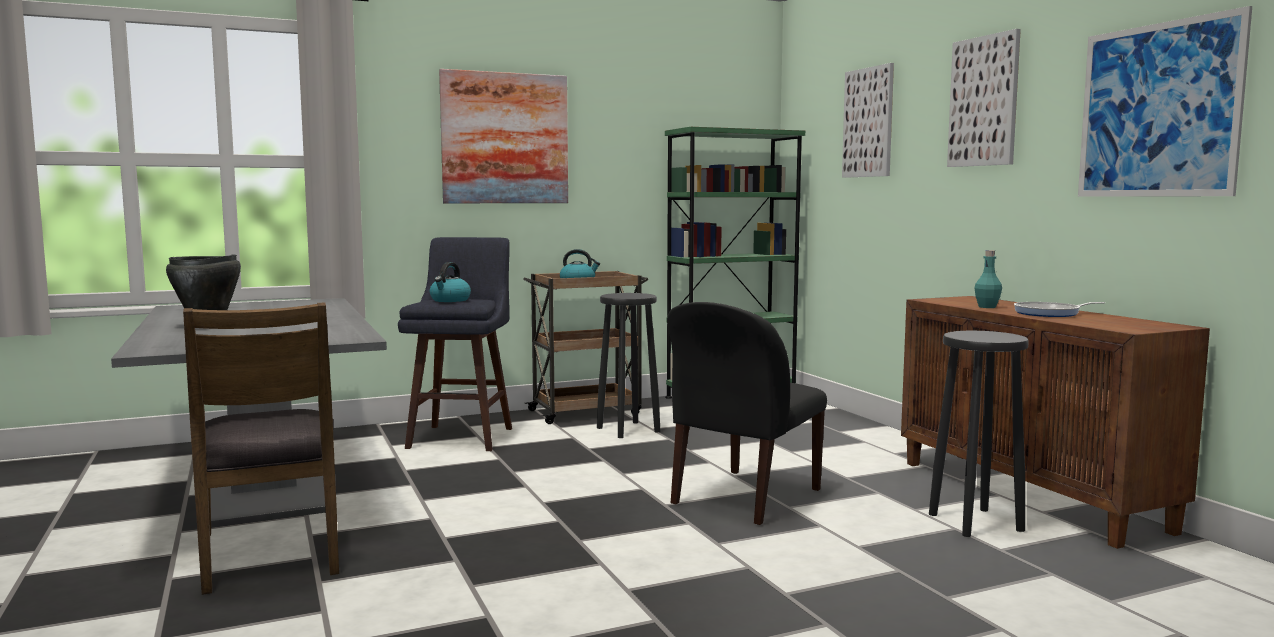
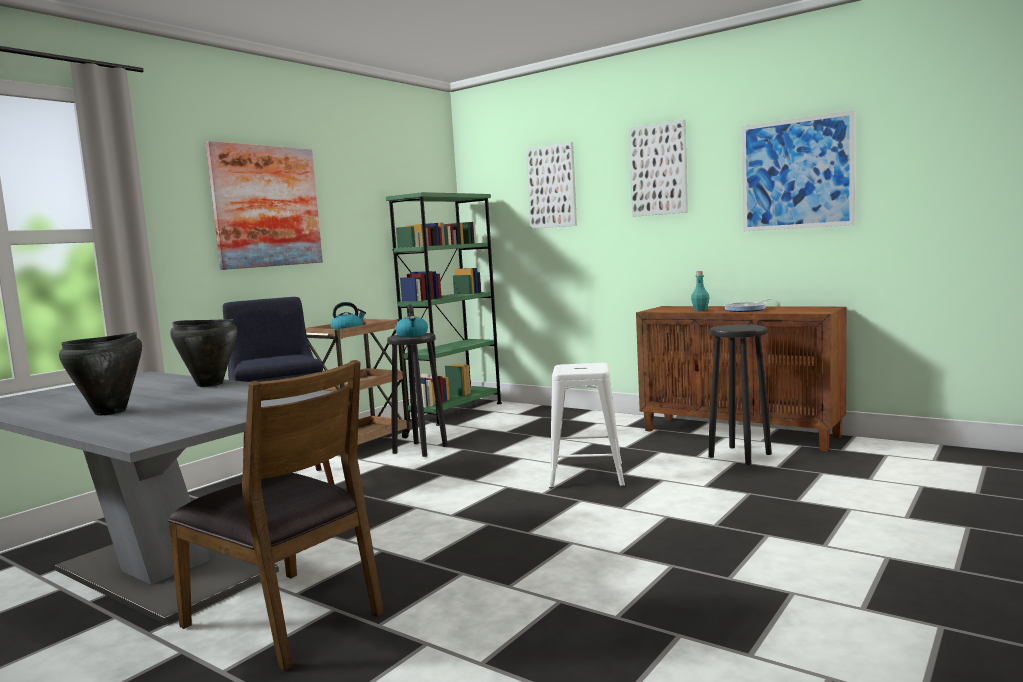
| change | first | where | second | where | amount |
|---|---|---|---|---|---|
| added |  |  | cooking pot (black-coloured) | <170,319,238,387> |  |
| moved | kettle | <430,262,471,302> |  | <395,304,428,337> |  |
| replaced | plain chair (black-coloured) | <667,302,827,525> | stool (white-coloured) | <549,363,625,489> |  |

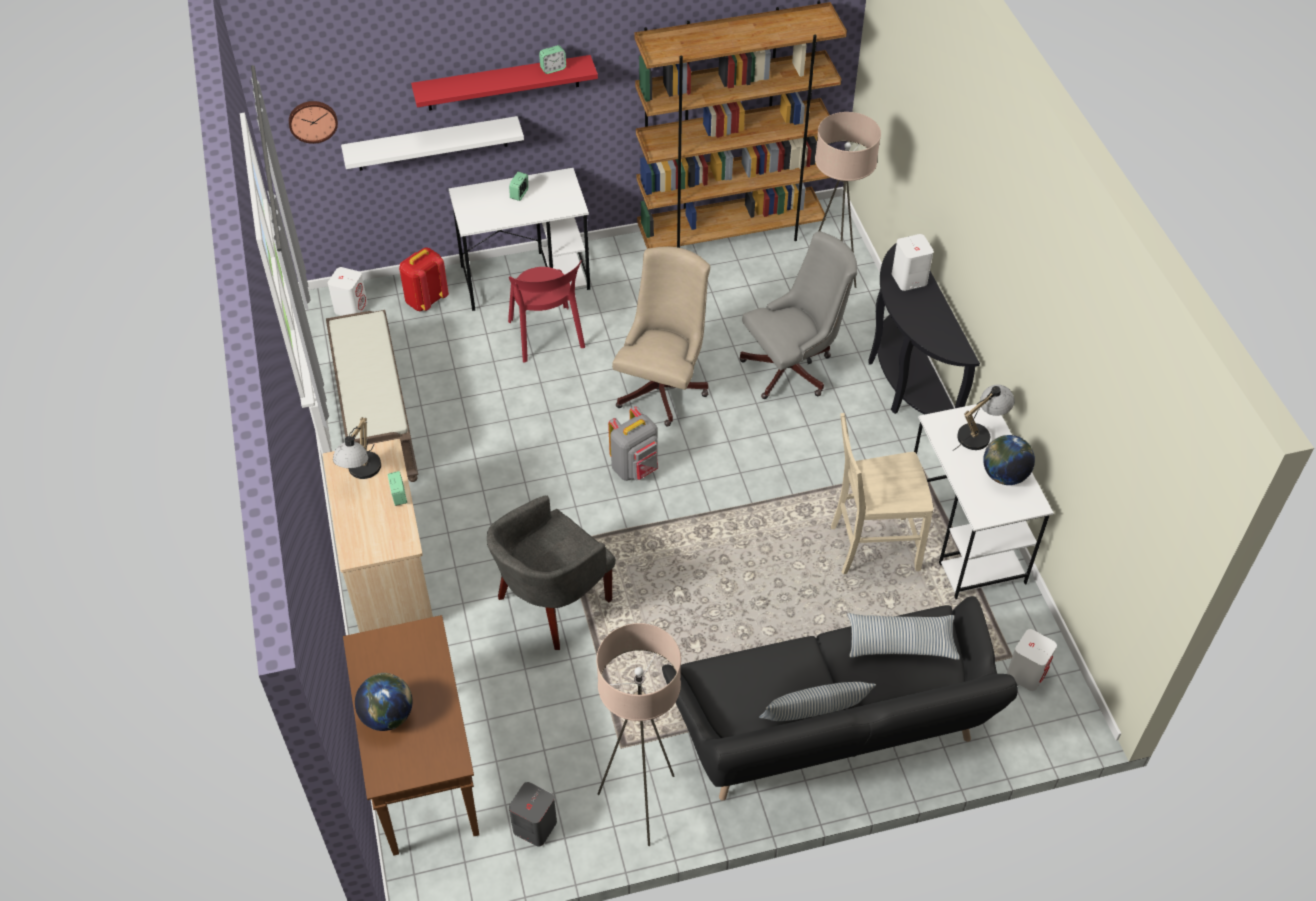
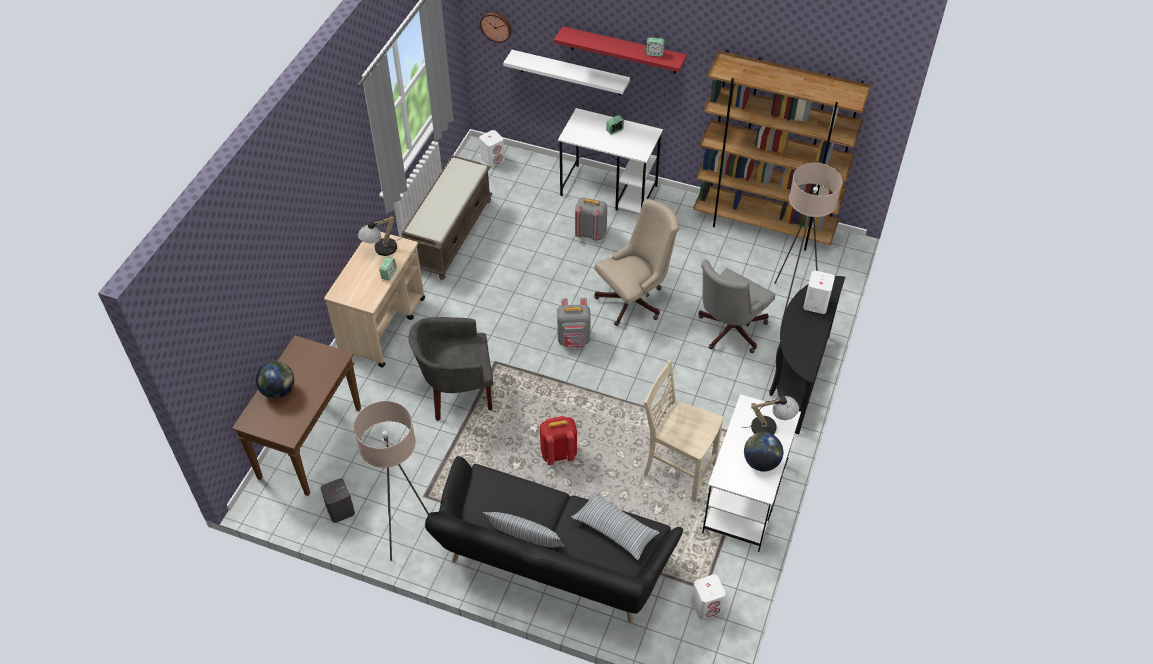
| change | first | where | second | where | amount |
|---|---|---|---|---|---|
| moved | knapsack (red) | <399,247,449,311> |  | <540,416,577,465> |  |
| replaced | plain chair (red) | <508,260,585,362> | knapsack (greyish) | <575,198,607,241> |  |
| turned | computer chair (greyish) | <740,231,857,399> |  | <698,260,775,353> | 120 degrees clockwise |

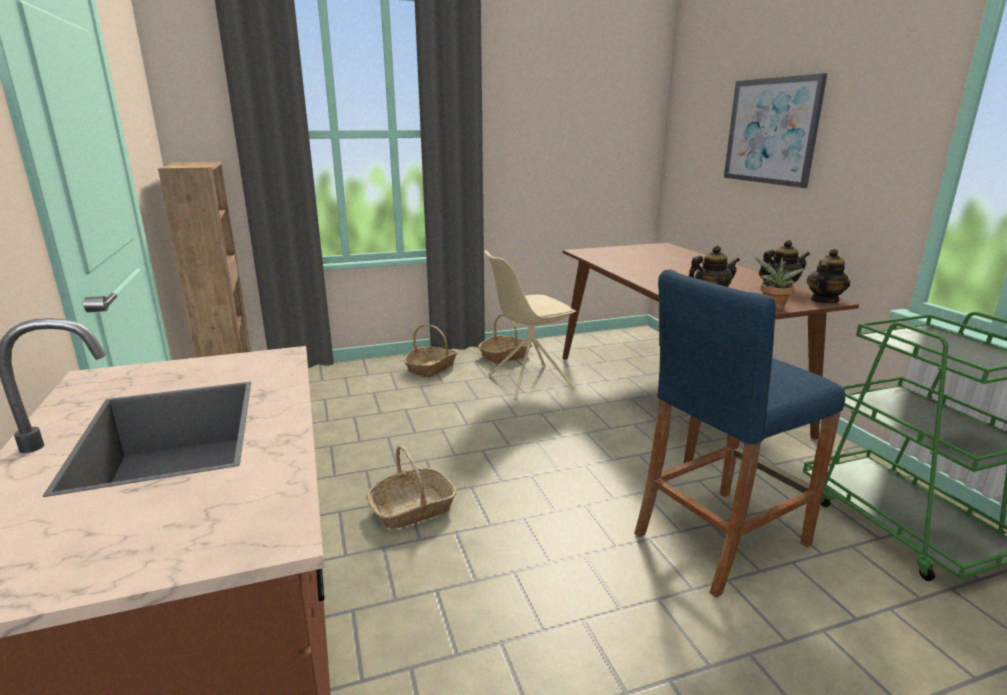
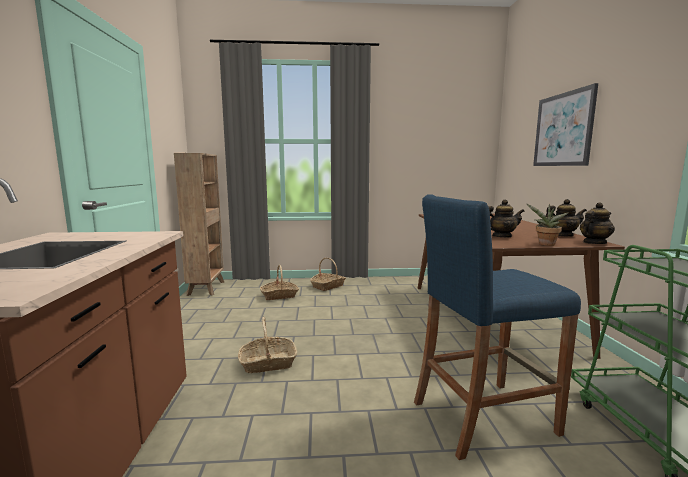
| change | first | where | second | where | amount |
|---|---|---|---|---|---|
| moved | storage basket | <478,314,532,364> |  | <260,265,299,300> |  |
| removed | plain chair (beige) | <484,250,576,400> |  |  |  |

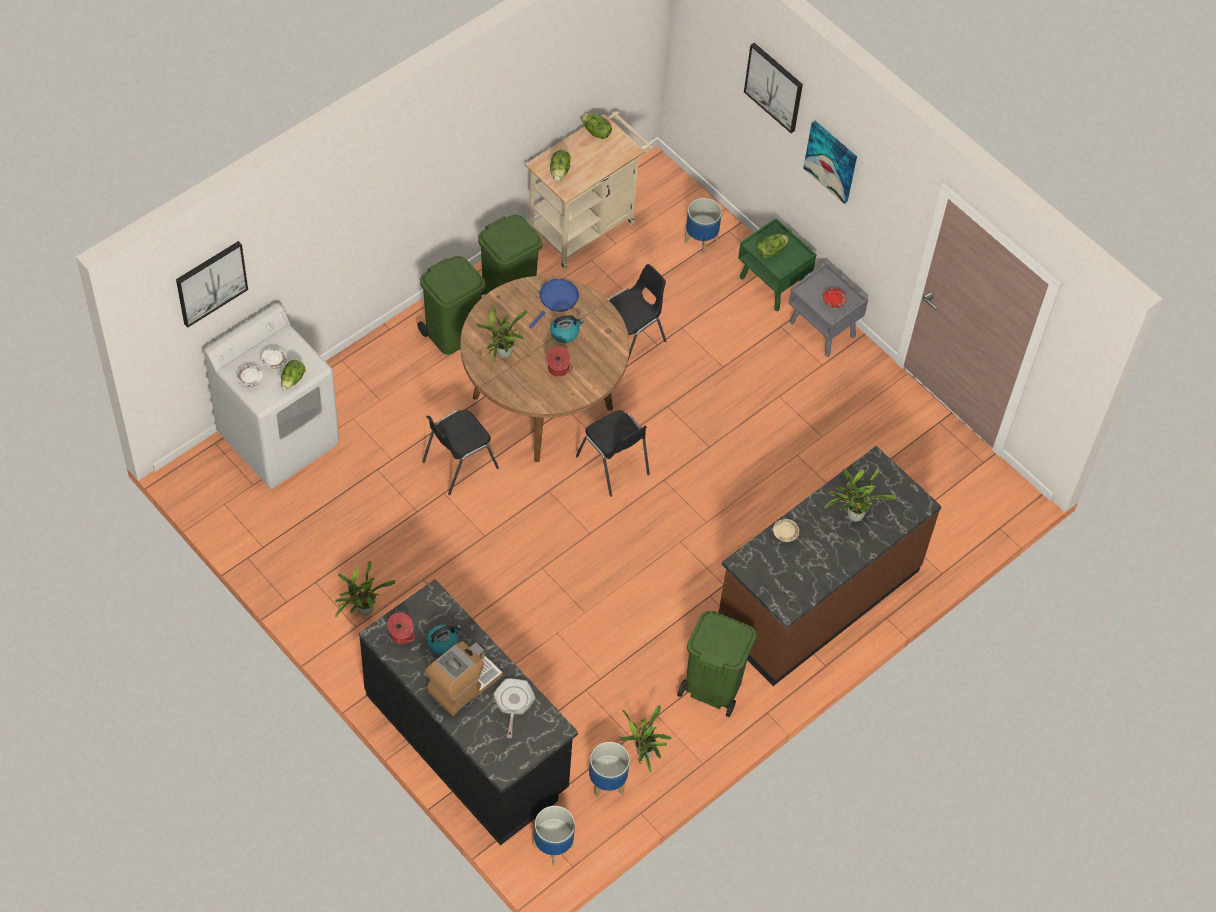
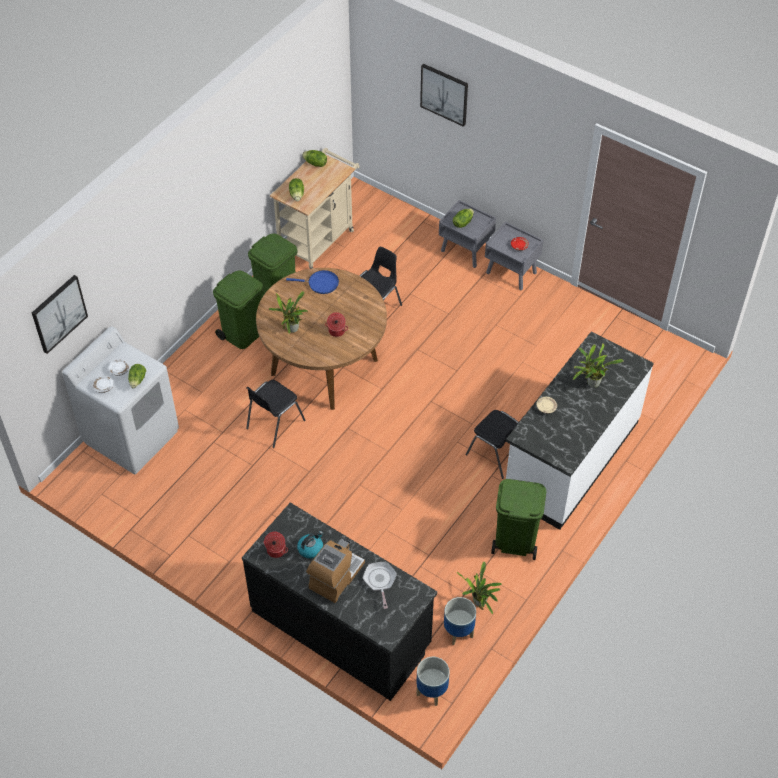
| change | first | where | second | where | amount |
|---|---|---|---|---|---|
| turned | frying pan (blue-coloured) | <529,279,579,328> |  | <286,270,339,294> | 75 degrees clockwise |
| recoloured | night table (green-coloured) | <738,218,817,311> | night table (greyish) | <439,200,496,268> |  |
| moved | plain chair (black-coloured) | <576,410,650,497> |  | <465,410,525,479> |  |
| recoloured | kitchen base unit (brown-coloured) | <718,446,941,686> | kitchen base unit (white-coloured) | <506,332,654,530> |  |
| removed | potted plant | <335,561,396,617> |  |  |  |
| removed | kettle | <550,315,584,343> |  |  |  |
| removed | planter | <685,198,722,254> |  |  |  |
| removed | wall picture | <803,121,857,204> |  |  |  |

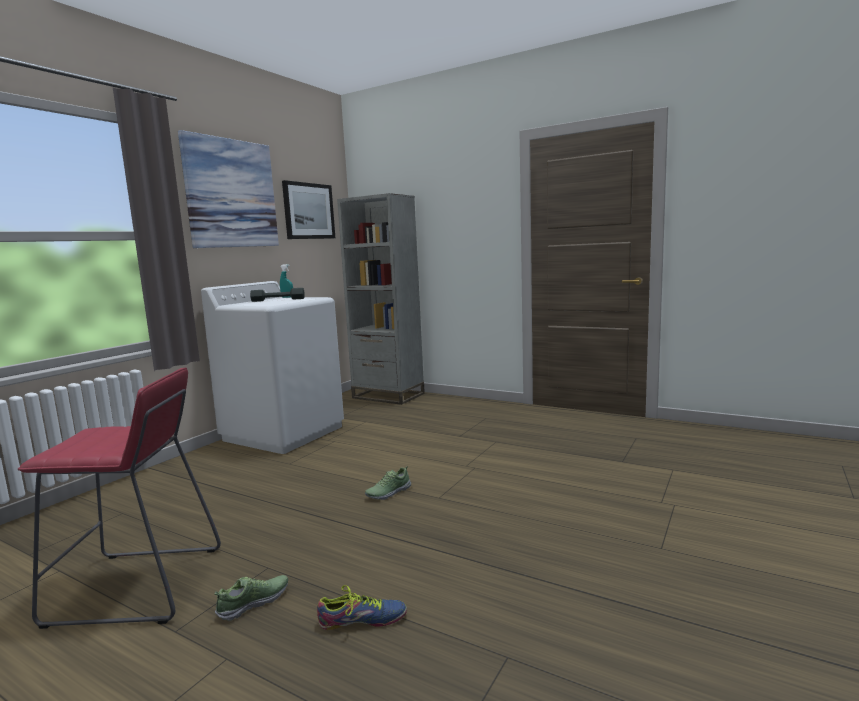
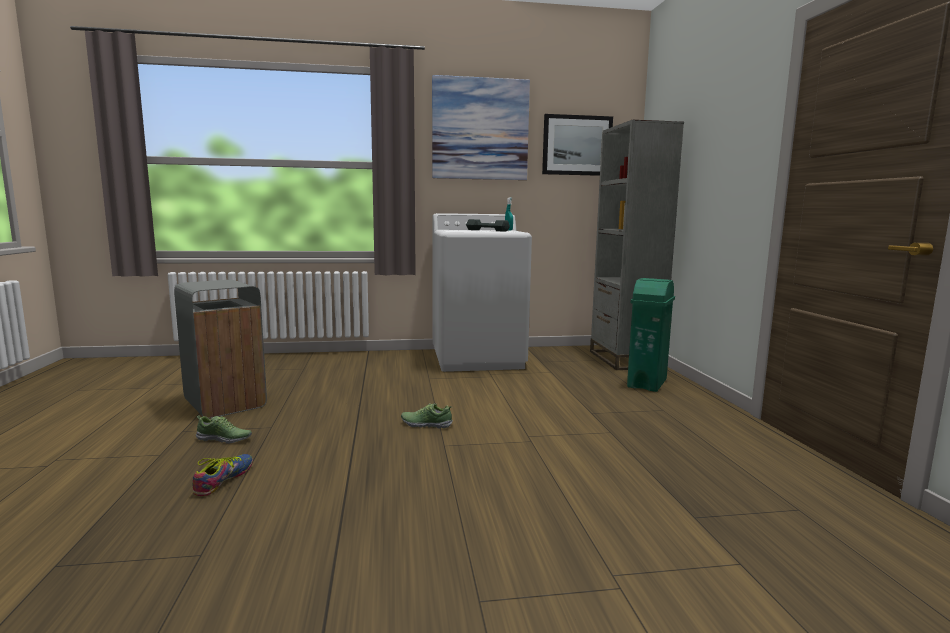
| change | first | where | second | where | amount |
|---|---|---|---|---|---|
| replaced | stool (red) | <18,367,221,629> | waste bin (greyish) | <174,280,267,419> |  |
| turned | shoe | <317,585,407,630> |  | <193,454,253,496> | 120 degrees counterclockwise |
| added |  |  | waste bin (green-coloured) | <627,278,675,392> |  |

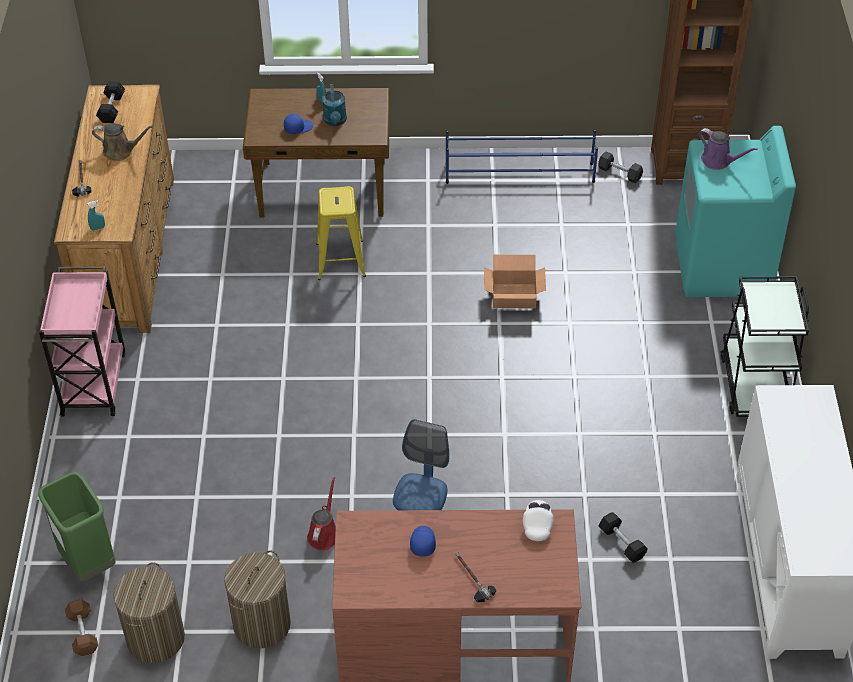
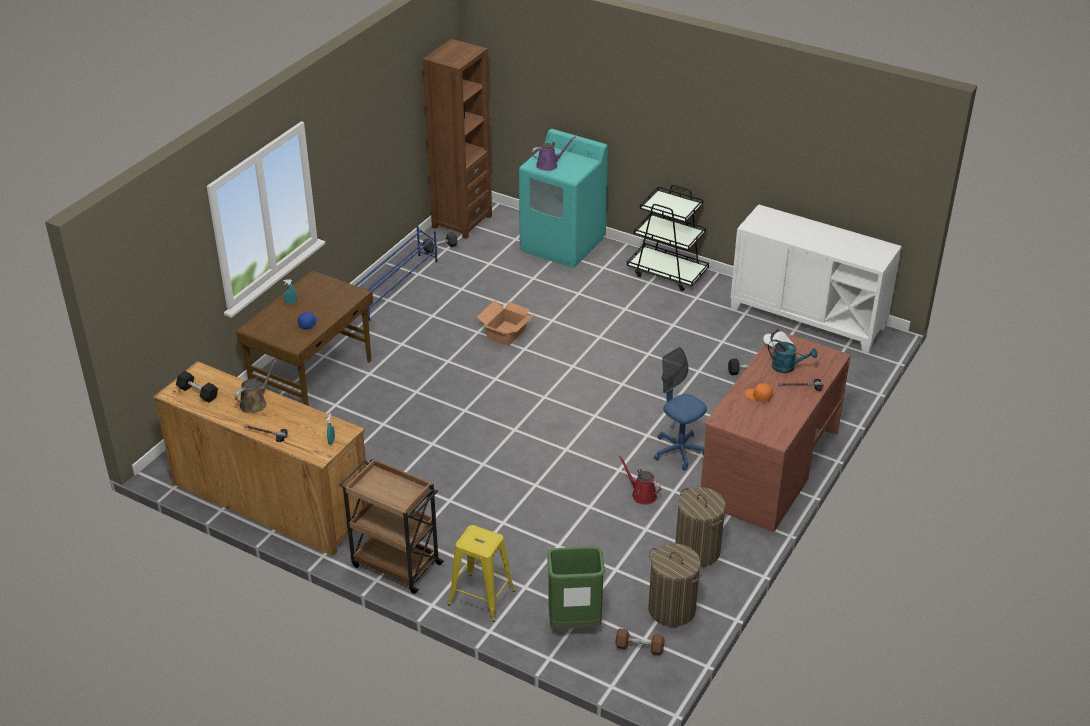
| change | first | where | second | where | amount |
|---|---|---|---|---|---|
| recoloured | wheeled cart (pink-coloured) | <39,266,125,416> | wheeled cart (brown-coloured) | <339,458,444,594> |  |
| moved | stool (yellow-coloured) | <316,186,366,280> |  | <448,525,515,622> |  |
| recoloured | baseball cap (blue-coloured) | <410,526,436,557> | baseball cap (orange) | <745,383,773,402> |  |
| moved | sprinkling can (turquoise-coloured) | <322,84,347,126> |  | <768,339,817,373> |  |

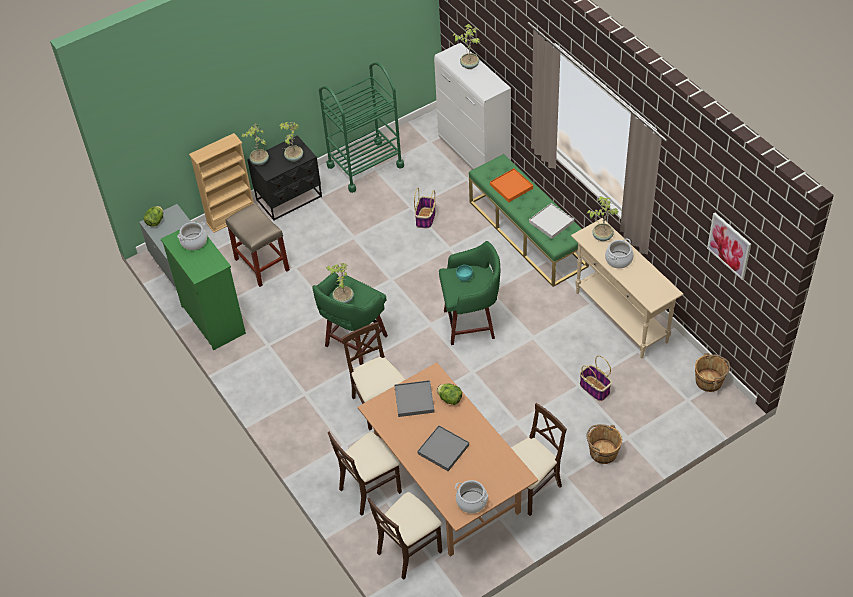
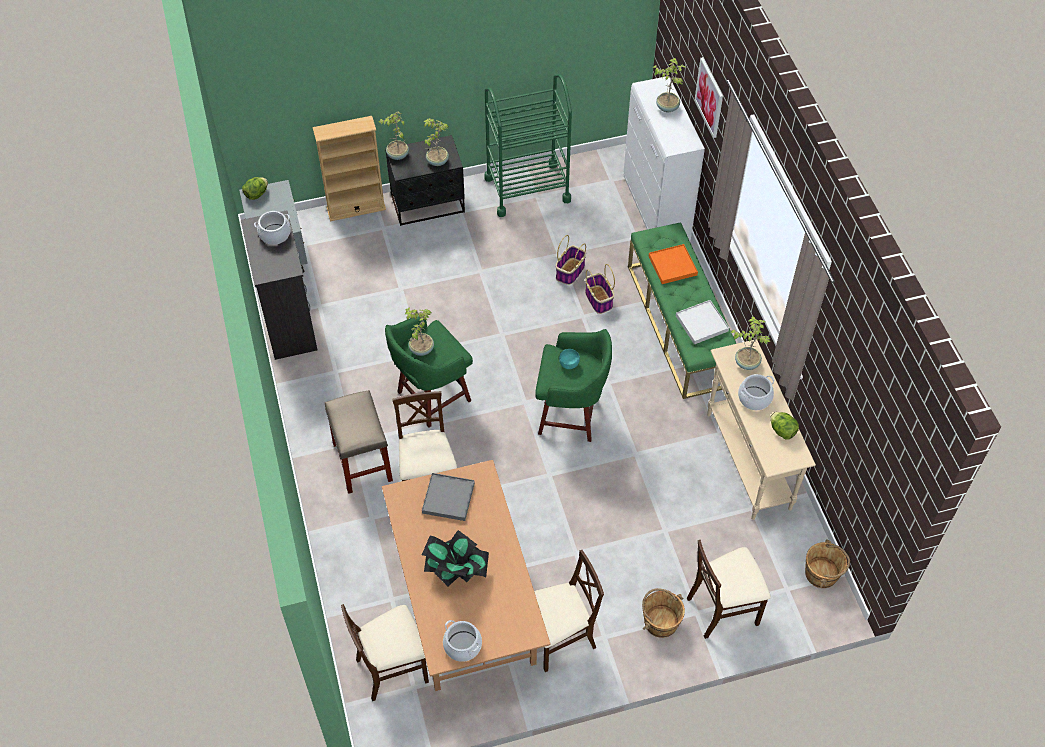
| change | first | where | second | where | amount |
|---|---|---|---|---|---|
| recoloured | dresser (green-coloured) | <161,230,246,350> | dresser (black-coloured) | <241,210,317,360> |  |
| moved | stool (beige) | <226,203,290,287> |  | <325,390,393,494> |  |
| replaced | carrying tray (greyish) | <417,425,469,471> | potted plant | <422,530,489,587> |  |
| moved | storage basket | <580,355,612,401> |  | <585,264,615,314> |  |
| moved | plain chair (beige) | <328,432,402,516> |  | <687,540,771,639> |  |
| moved | wall picture | <707,213,751,280> |  | <695,57,723,138> |  |
| moved | lettuce head | <437,383,462,405> |  | <770,412,799,440> |  |

